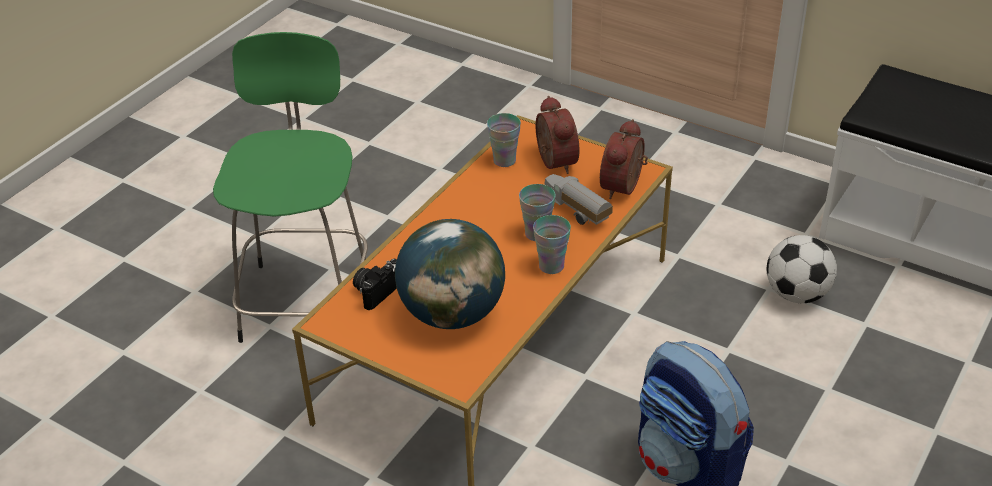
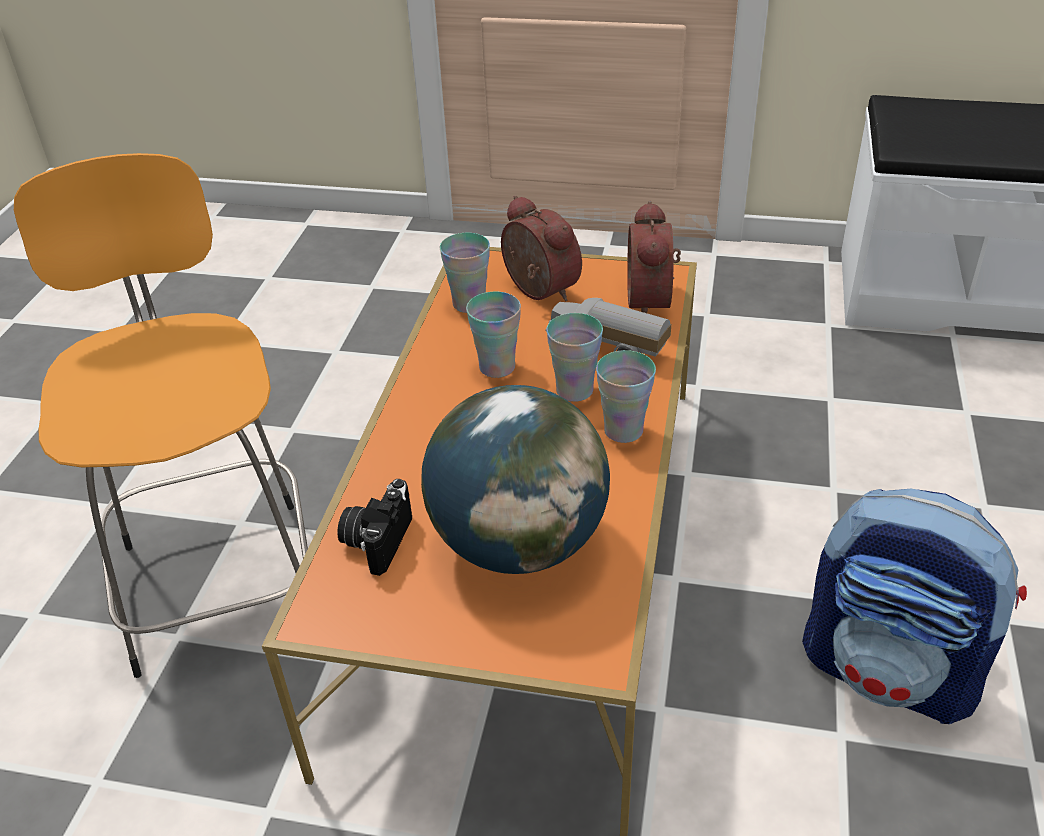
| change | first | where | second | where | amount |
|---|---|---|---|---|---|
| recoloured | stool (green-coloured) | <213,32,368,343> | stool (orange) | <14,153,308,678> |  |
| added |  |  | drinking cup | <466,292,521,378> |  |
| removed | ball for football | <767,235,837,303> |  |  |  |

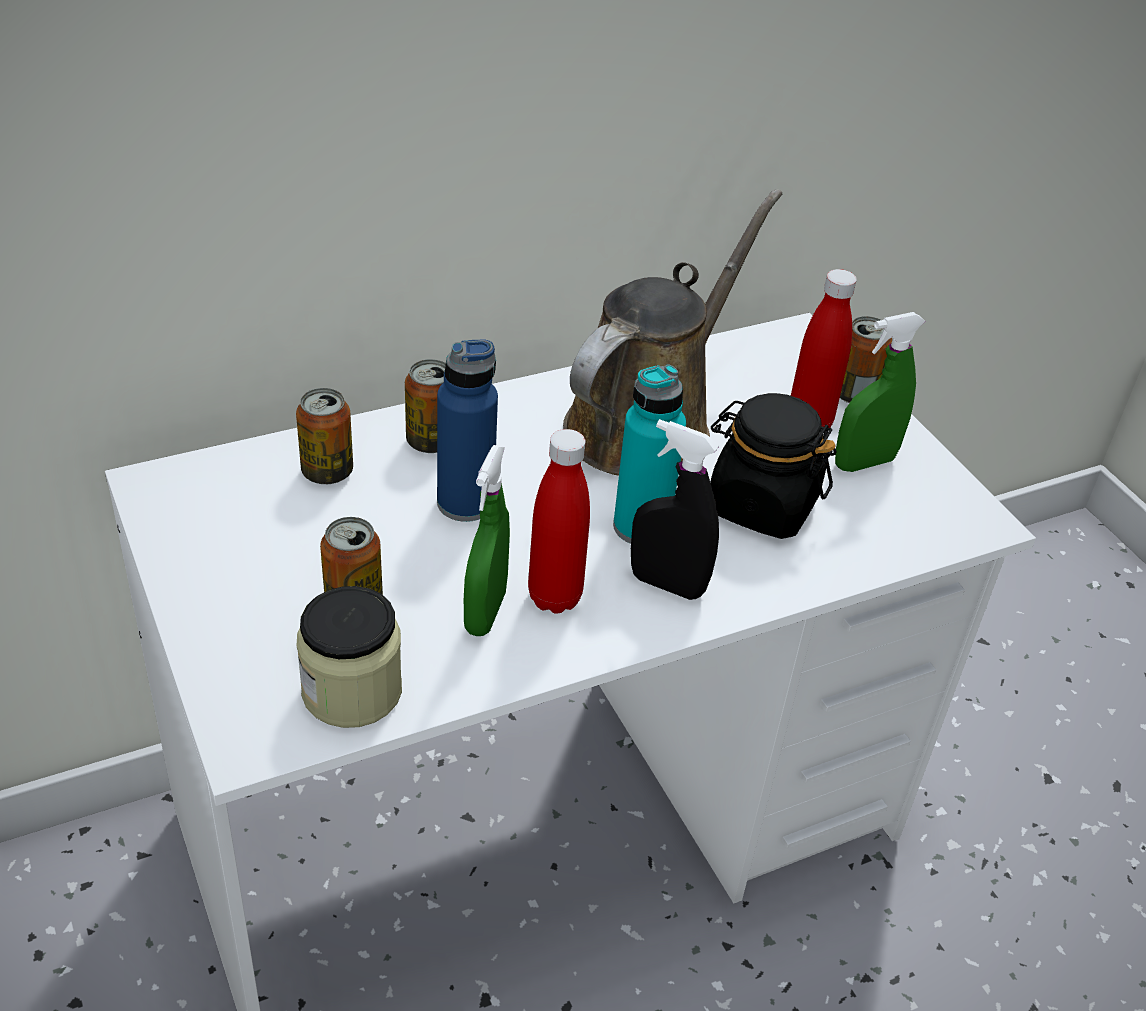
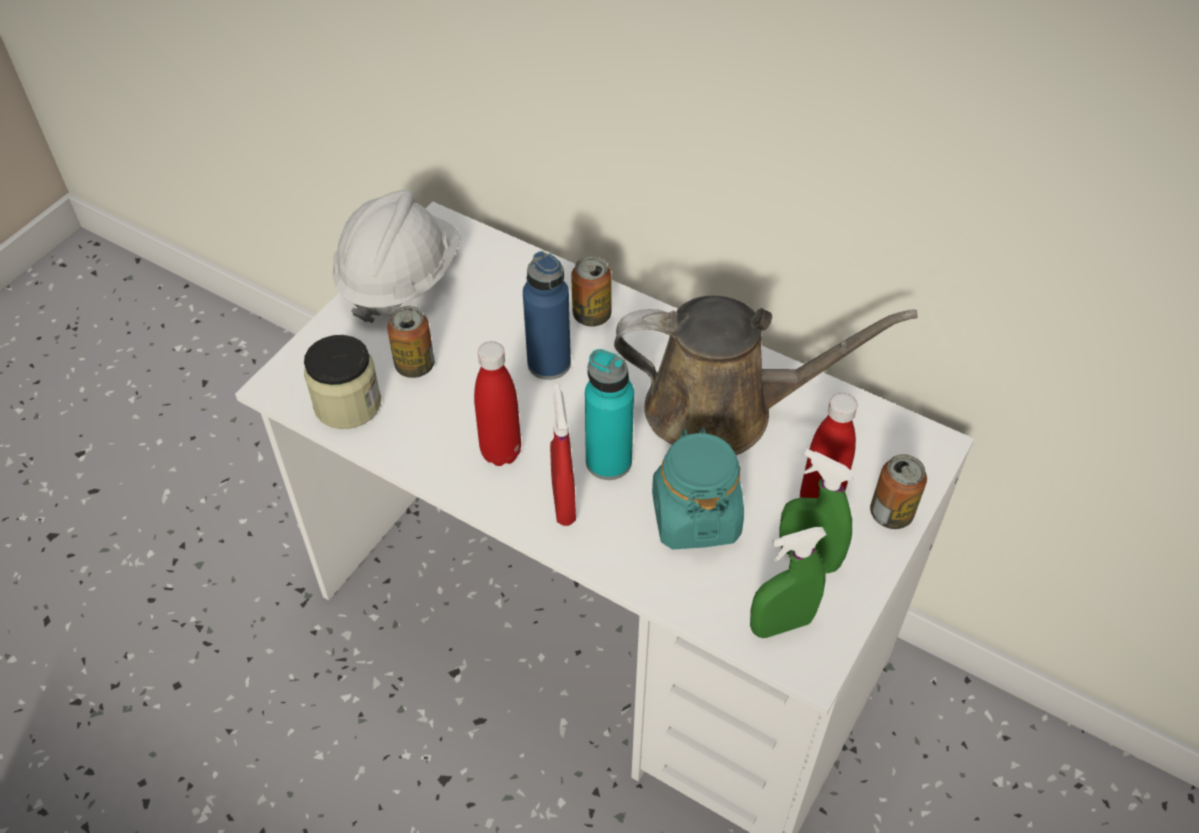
| change | first | where | second | where | amount |
|---|---|---|---|---|---|
| added |  |  | safety helmet (white-coloured) | <332,190,461,323> |  |
| recoloured | spray bottle (black-coloured) | <631,419,719,600> | spray bottle (red) | <550,384,576,526> |  |
| recoloured | preserve jar (black-coloured) | <710,393,837,539> | preserve jar (turquoise-coloured) | <652,428,744,549> |  |
| moved | spray bottle (green-coloured) | <464,445,510,636> |  | <750,527,827,638> |  |
| removed | can | <296,388,353,484> |  |  |  |

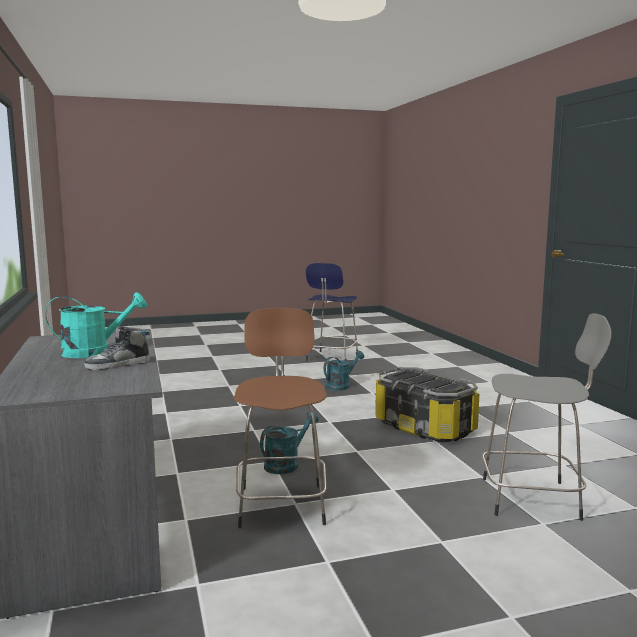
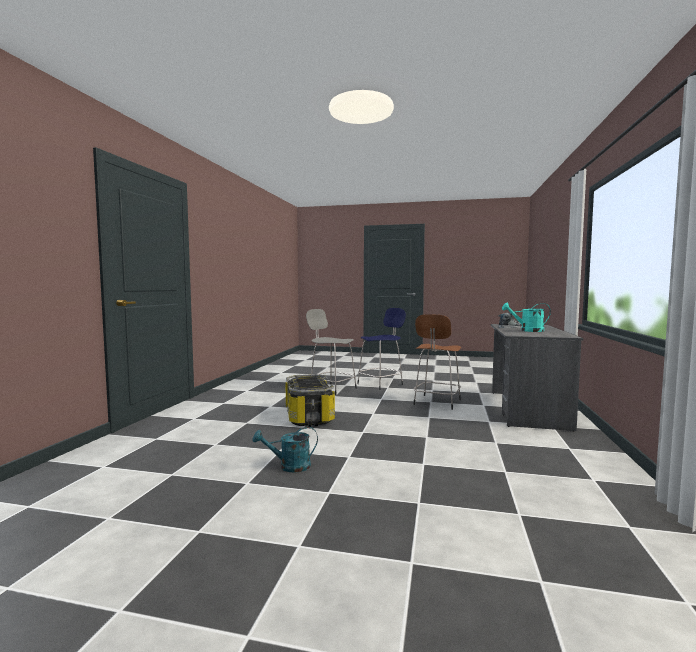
| change | first | where | second | where | amount |
|---|---|---|---|---|---|
| moved | stool (blue-coloured) | <306,263,358,361> |  | <357,308,406,390> |  |
| removed | sprinkling can (turquoise-coloured) | <260,411,318,474> |  |  |  |

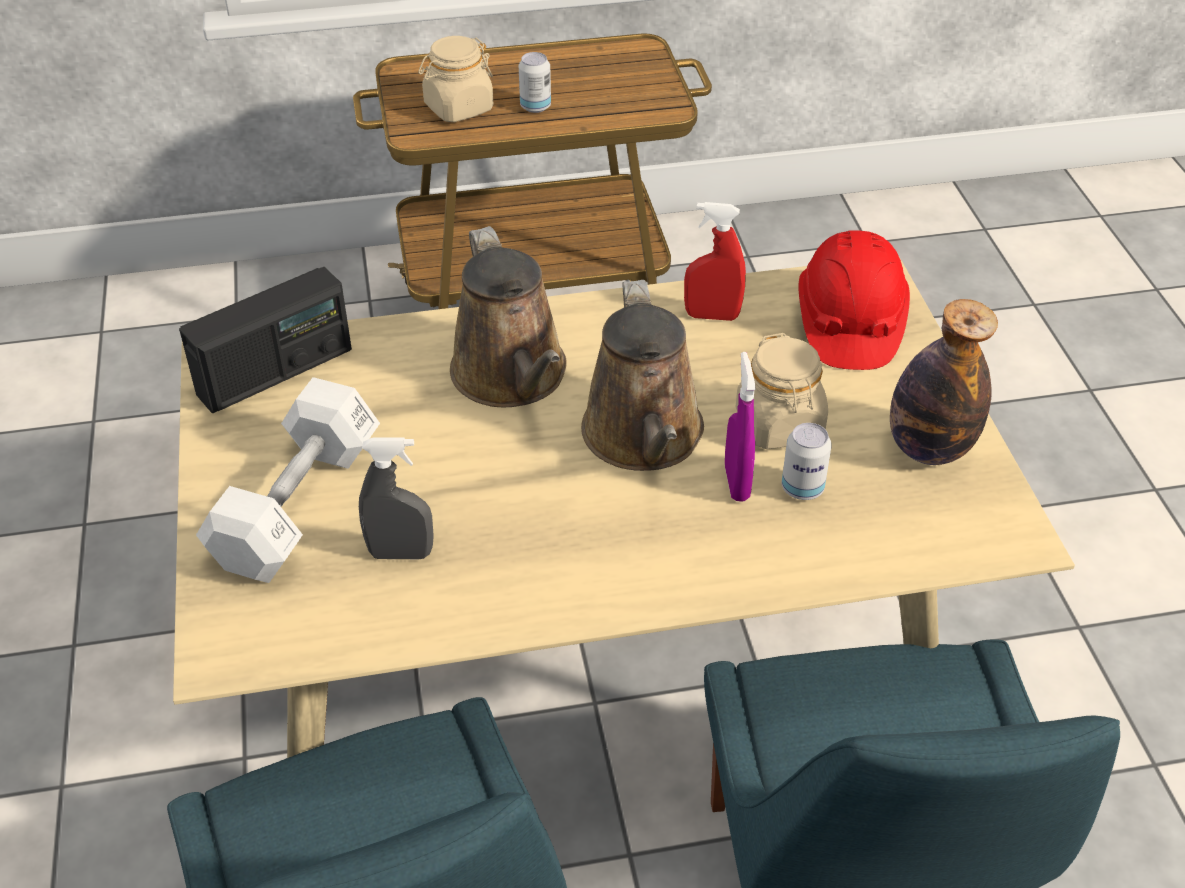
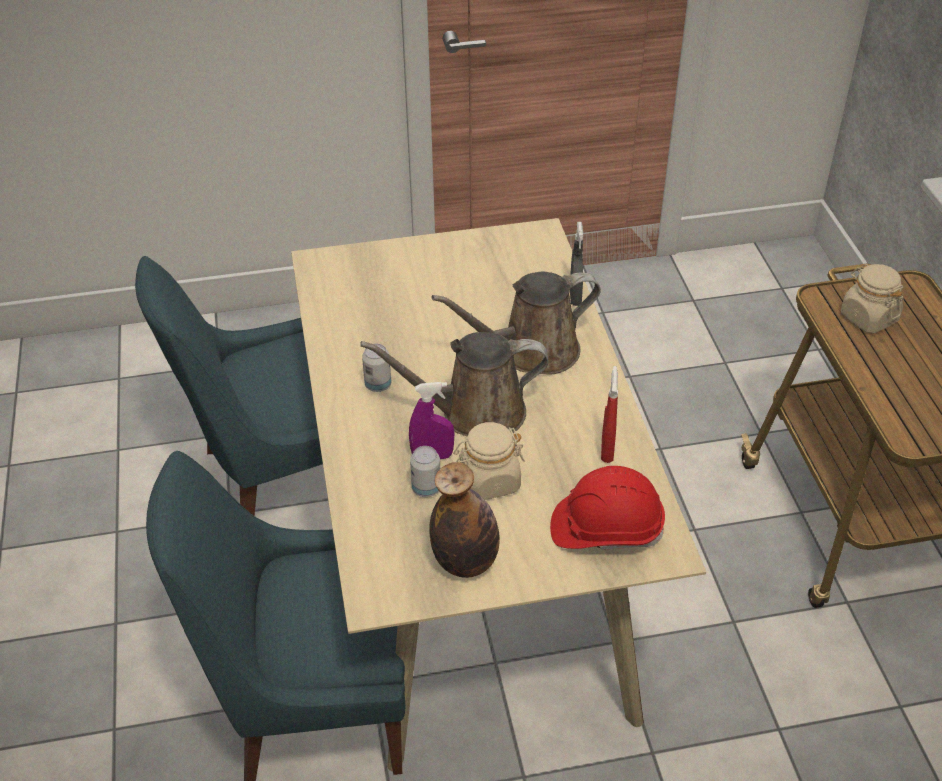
| change | first | where | second | where | amount |
|---|---|---|---|---|---|
| moved | can | <519,52,551,113> |  | <362,344,391,392> |  |
| moved | spray bottle (greyish) | <359,438,434,559> |  | <570,222,583,306> |  |
| removed | radio | <179,267,352,413> |  |  |  |
| removed | dumbbell (white-coloured) | <196,377,380,583> |  |  |  |

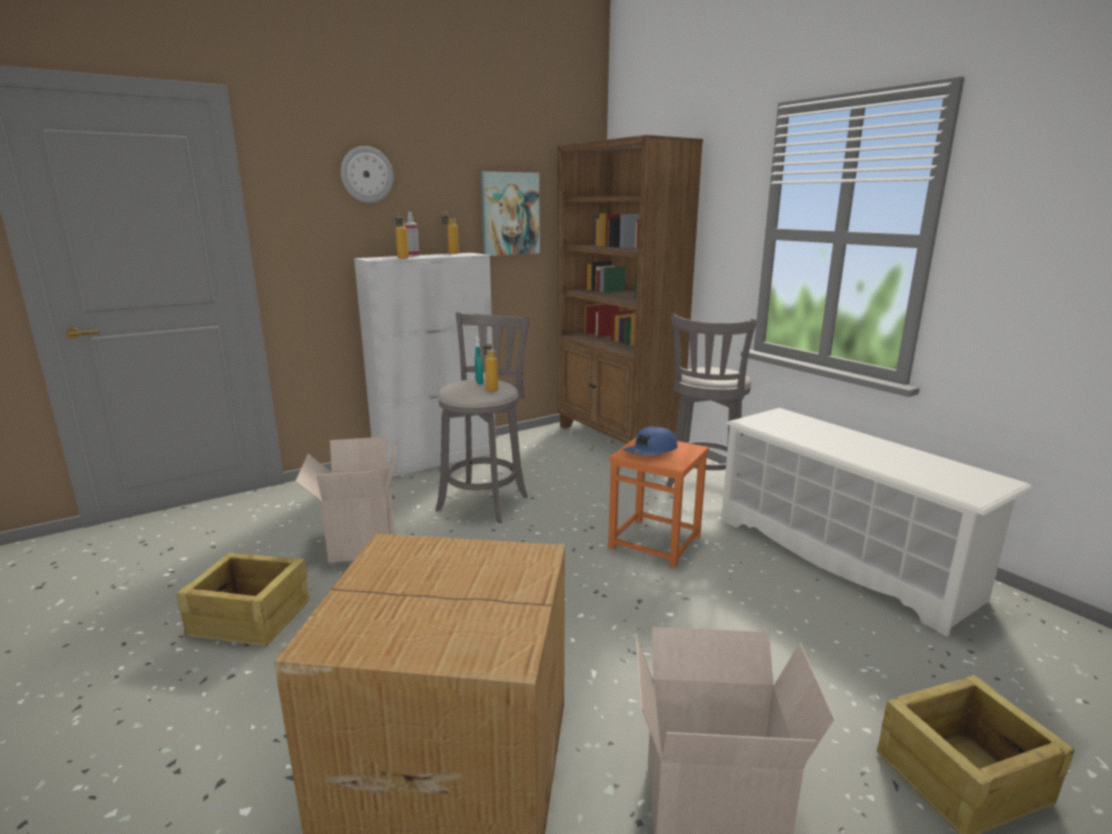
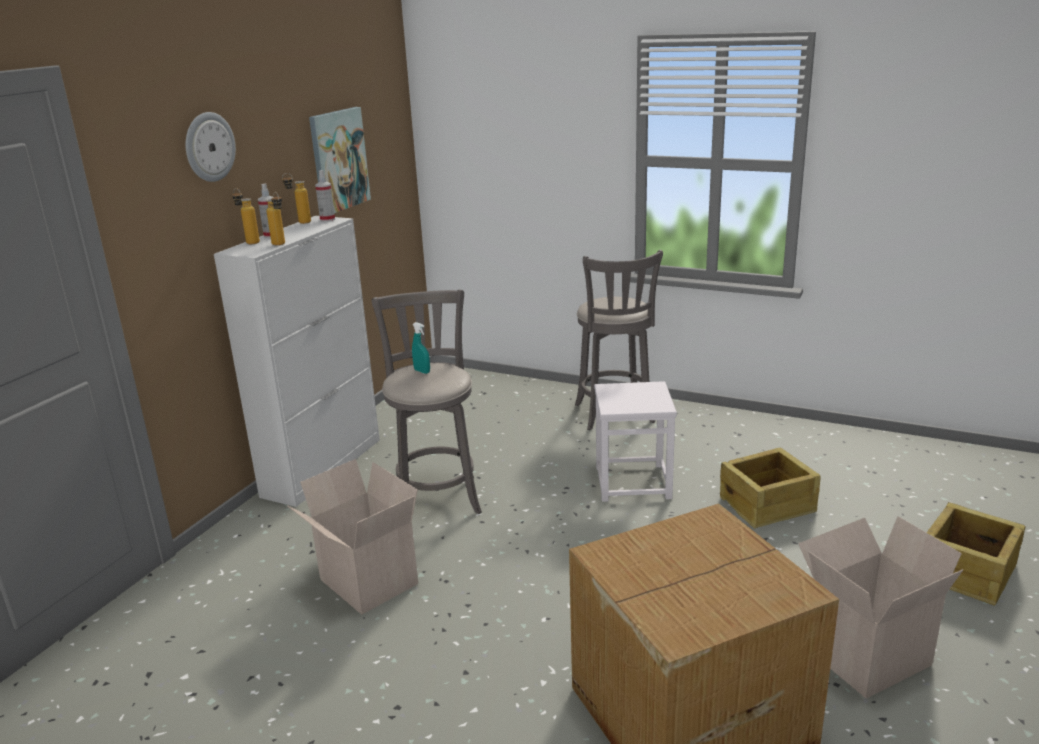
| change | first | where | second | where | amount |
|---|---|---|---|---|---|
| moved | drink bottle | <483,339,498,391> |  | <232,188,260,244> |  |
| added |  |  | spray bottle | <315,170,335,222> |  |
| recoloured | stool (orange) | <608,438,709,567> | stool (white-coloured) | <594,381,677,502> |  |
| moved | shipping crate | <176,553,310,646> |  | <720,447,821,529> |  |
| removed | bookcase (brown-coloured) | <557,135,703,444> |  |  |  |
| removed | baseball cap (blue-coloured) | <623,426,678,455> |  |  |  |
| removed | shoe shelf (white-coloured) | <721,408,1033,636> |  |  |  |

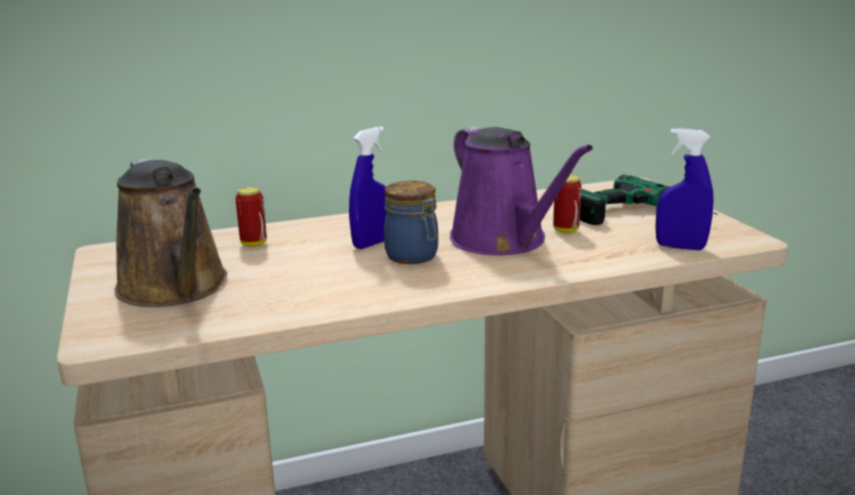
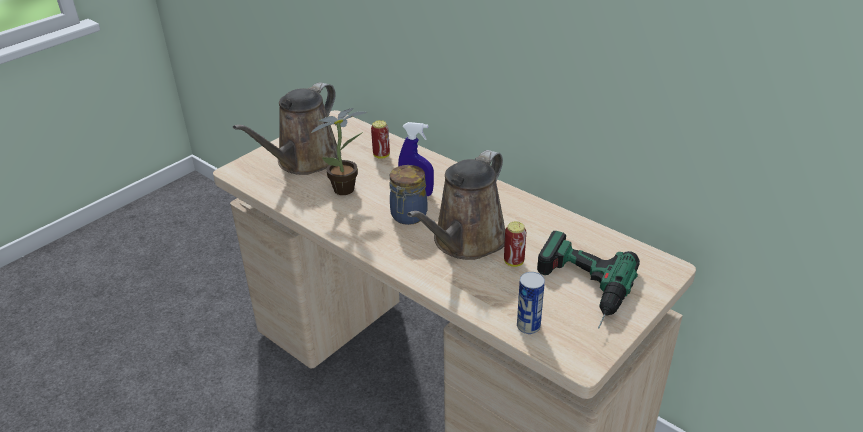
| change | first | where | second | where | amount |
|---|---|---|---|---|---|
| added |  |  | potted plant | <311,108,368,195> |  |
| recoloured | sprinkling can (purplish) | <450,126,593,256> | sprinkling can (brown-coloured) | <407,150,506,260> |  |
| replaced | spray bottle (blue-coloured) | <655,128,714,250> | can | <517,272,545,334> |  |

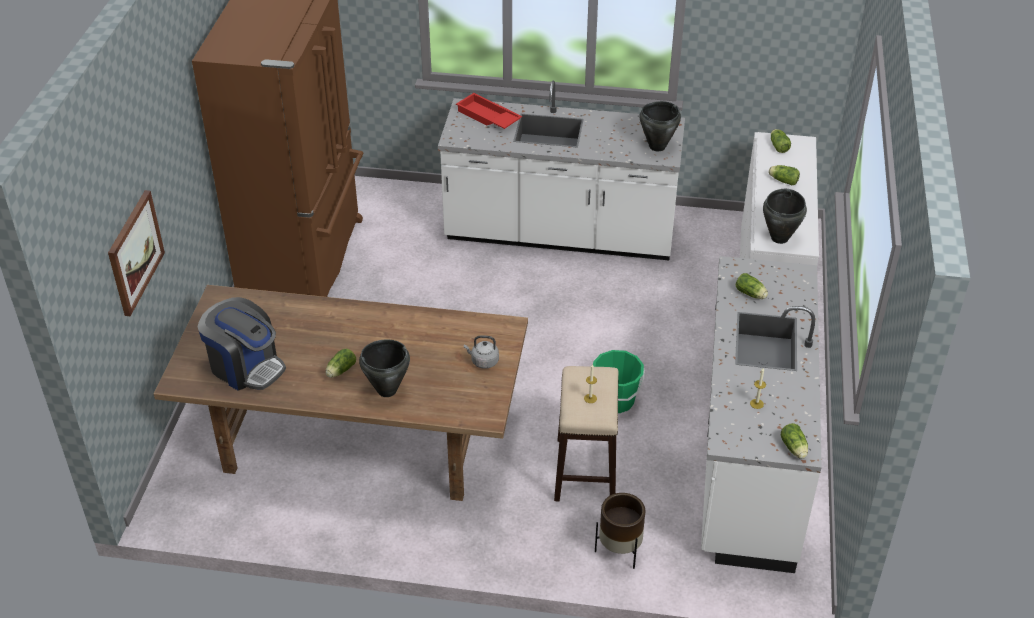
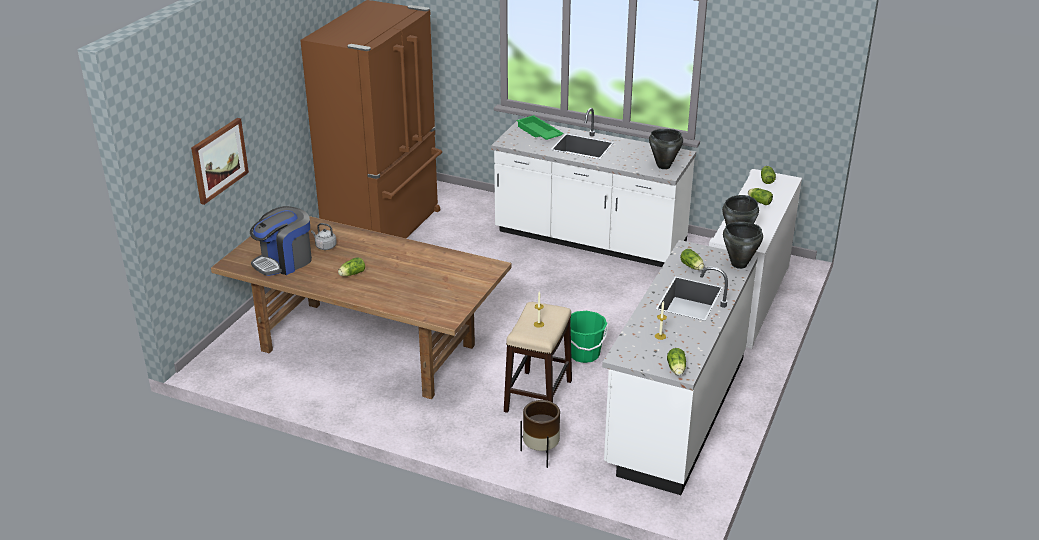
| change | first | where | second | where | amount |
|---|---|---|---|---|---|
| turned | coffee maker | <197,297,286,391> |  | <250,206,312,276> | 90 degrees clockwise |
| moved | kettle (greyish) | <464,335,499,369> |  | <311,223,337,250> |  |
| recoloured | carrying tray (red) | <456,93,522,129> | carrying tray (green-coloured) | <516,115,564,140> |  |
| moved | cooking pot (black-coloured) | <359,339,410,397> |  | <723,222,763,269> |  |

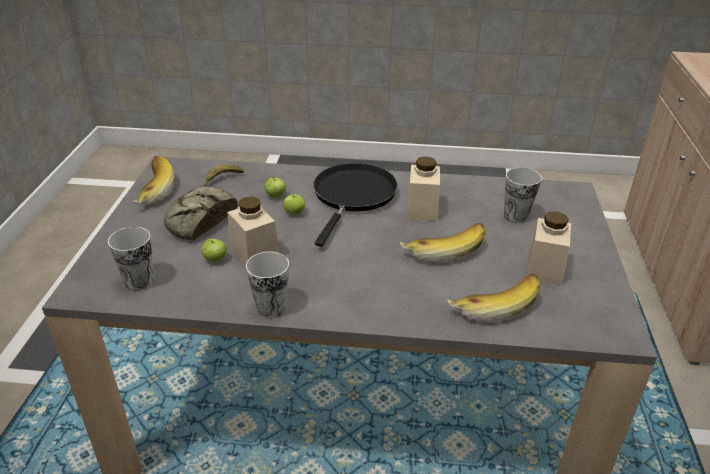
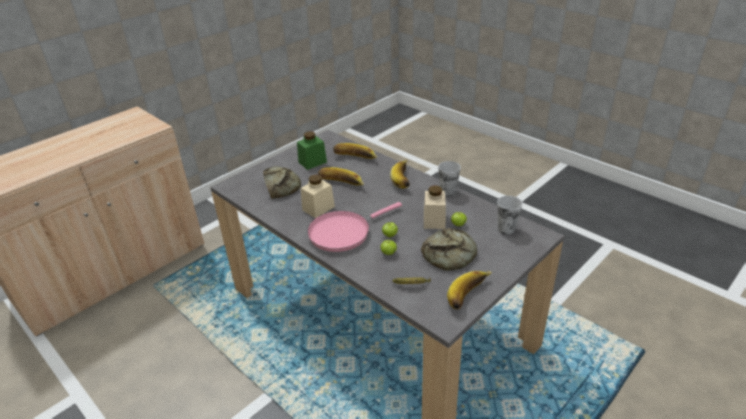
| change | first | where | second | where | amount |
|---|---|---|---|---|---|
| replaced | drinking cup | <504,168,542,223> | bread | <263,166,301,198> |  |
| recoloured | preserve jar (beige) | <526,211,571,285> | preserve jar (green-coloured) | <297,131,327,170> |  |
| recoloured | frying pan (black-coloured) | <313,163,398,247> | frying pan (pink-coloured) | <307,202,402,252> |  |
| added |  |  | banana fruit | <390,160,410,189> |  |

